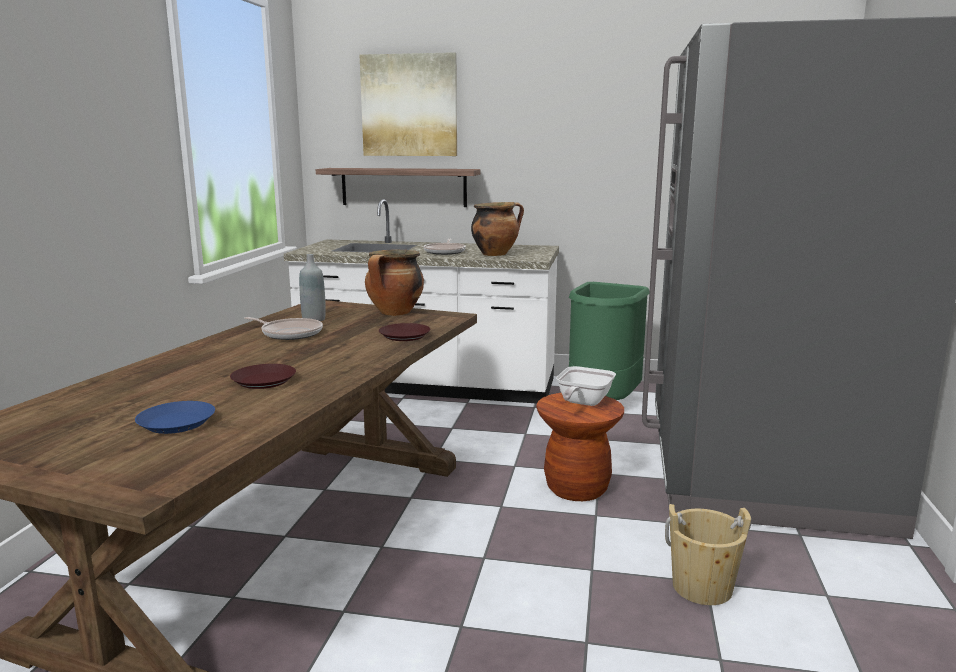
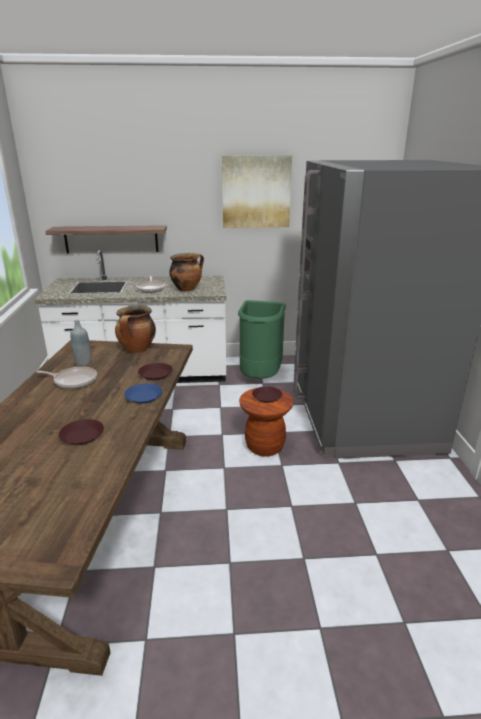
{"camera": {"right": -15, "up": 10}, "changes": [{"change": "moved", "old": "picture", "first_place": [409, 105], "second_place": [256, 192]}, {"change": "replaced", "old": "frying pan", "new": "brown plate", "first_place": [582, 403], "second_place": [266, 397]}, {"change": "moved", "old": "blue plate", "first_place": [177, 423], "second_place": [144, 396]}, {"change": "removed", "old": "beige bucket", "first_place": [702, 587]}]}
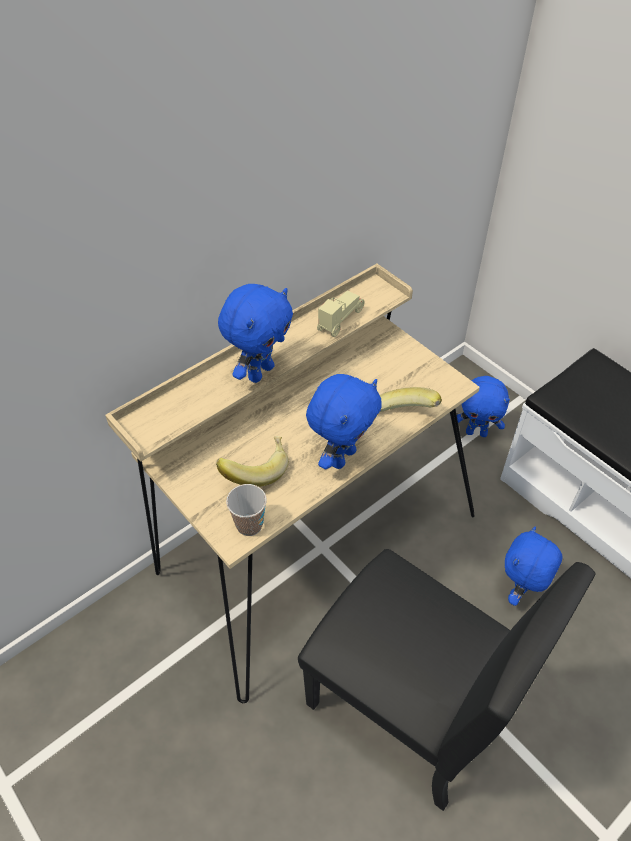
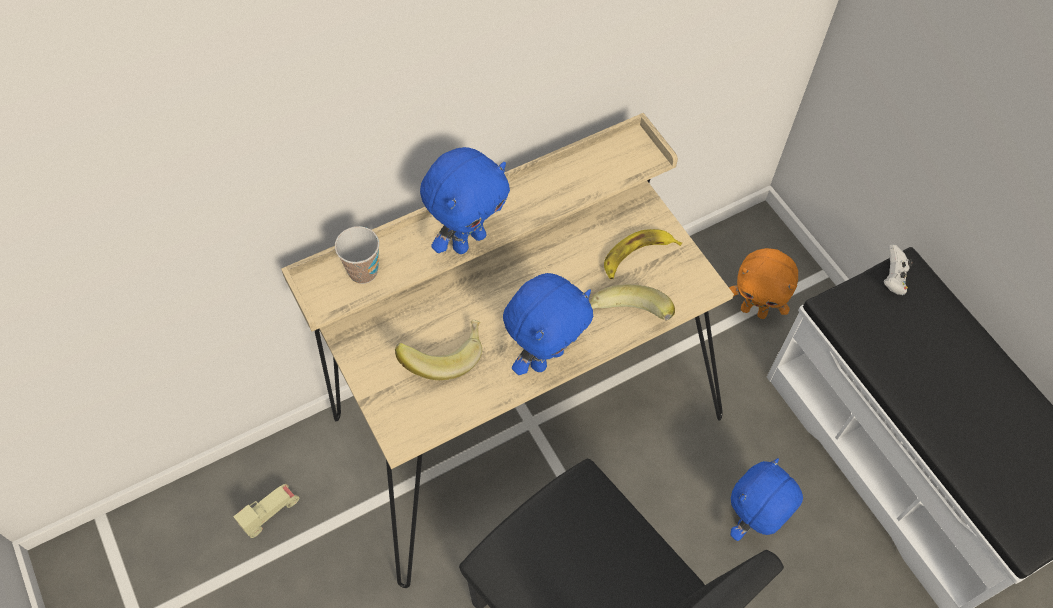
{"camera": {"right": 10, "up": 10}, "changes": [{"change": "moved", "old": "beige toy car", "first_place": [340, 320], "second_place": [270, 512]}, {"change": "recoloured", "old": "blue plush toy", "new": "orange plush toy", "first_place": [476, 432], "second_place": [754, 310]}, {"change": "moved", "old": "cup", "first_place": [249, 525], "second_place": [363, 271]}, {"change": "added", "new": "banana", "second_place": [637, 256]}, {"change": "added", "new": "white game controller", "second_place": [892, 279]}]}
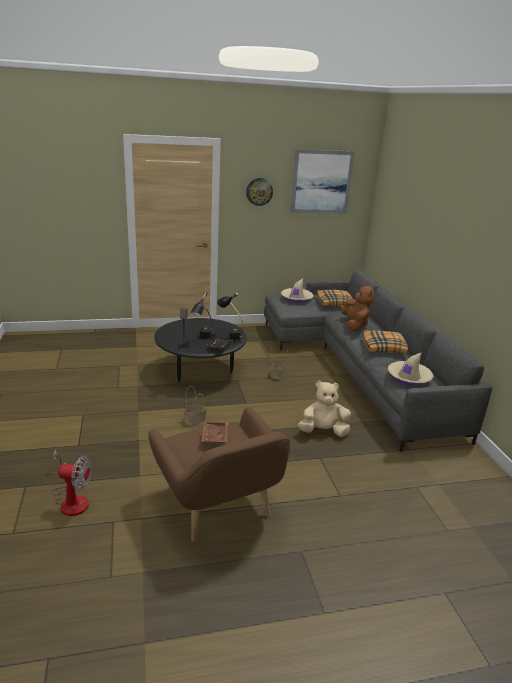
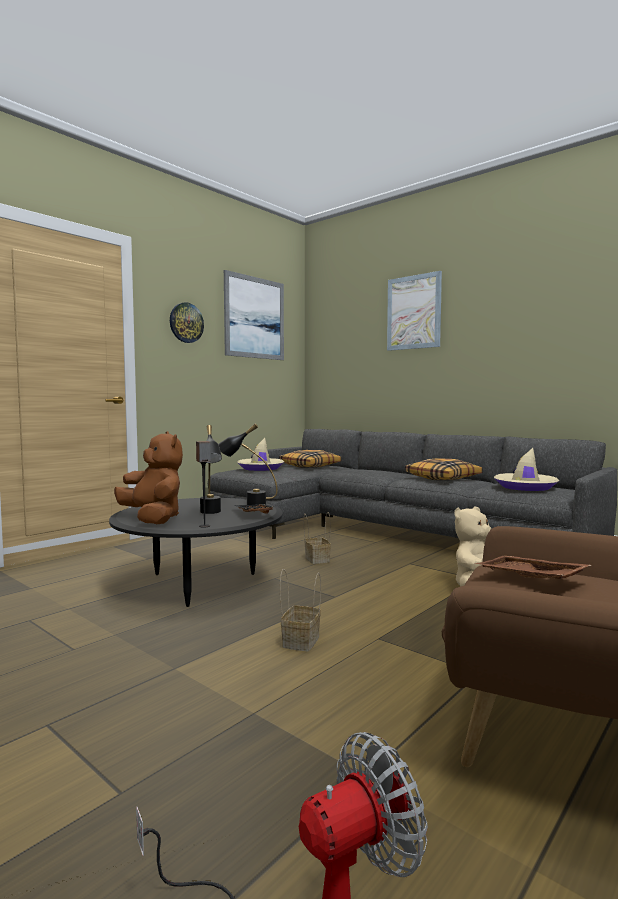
{"camera": {"right": -35, "up": -20}, "changes": [{"change": "moved", "old": "brown plush toy", "first_place": [354, 325], "second_place": [153, 519]}, {"change": "added", "new": "picture", "second_place": [414, 312]}]}
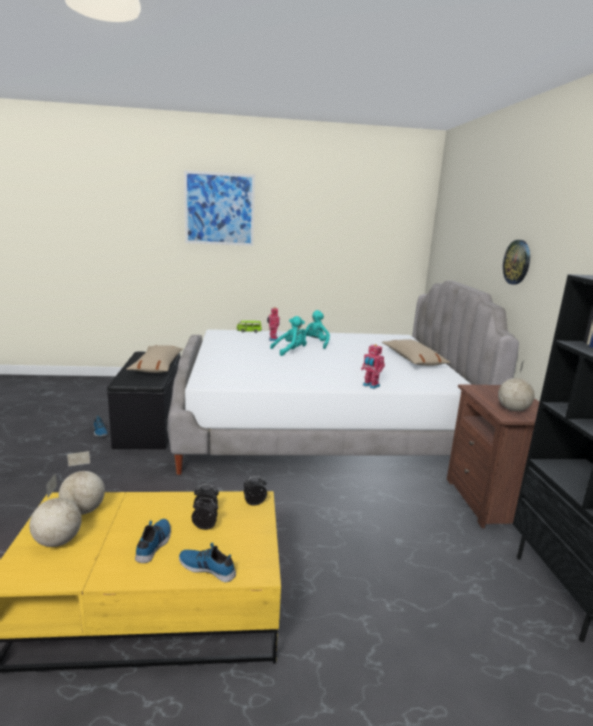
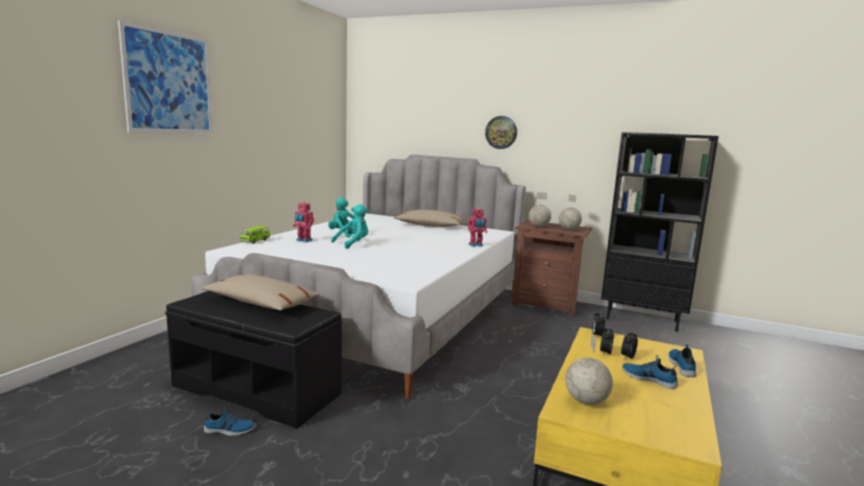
{"camera": {"right": -60, "up": -5}, "changes": [{"change": "turned", "old": "turquoise plush toy", "first_place": [289, 351], "second_place": [353, 244], "degrees": 45}, {"change": "moved", "old": "globe", "first_place": [57, 542], "second_place": [539, 226]}, {"change": "turned", "old": "shoe", "first_place": [207, 567], "second_place": [682, 366], "degrees": 135}]}
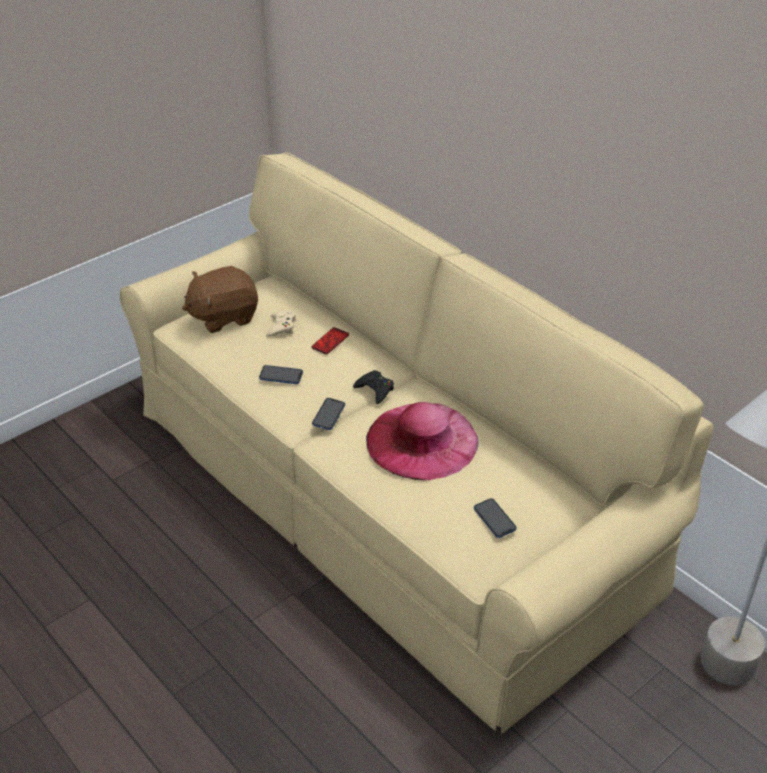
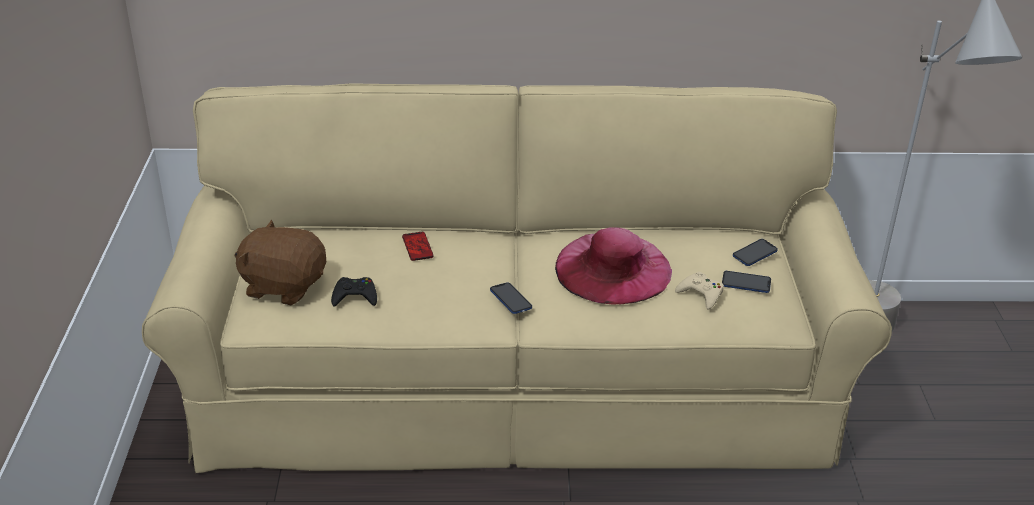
{"camera": {"right": -50, "up": -5}, "changes": [{"change": "turned", "old": "brown plush toy", "first_place": [223, 317], "second_place": [283, 286], "degrees": 90}, {"change": "moved", "old": "beige game controller", "first_place": [281, 327], "second_place": [701, 294]}, {"change": "moved", "old": "phone", "first_place": [281, 376], "second_place": [754, 253]}, {"change": "moved", "old": "black game controller", "first_place": [375, 390], "second_place": [355, 296]}]}
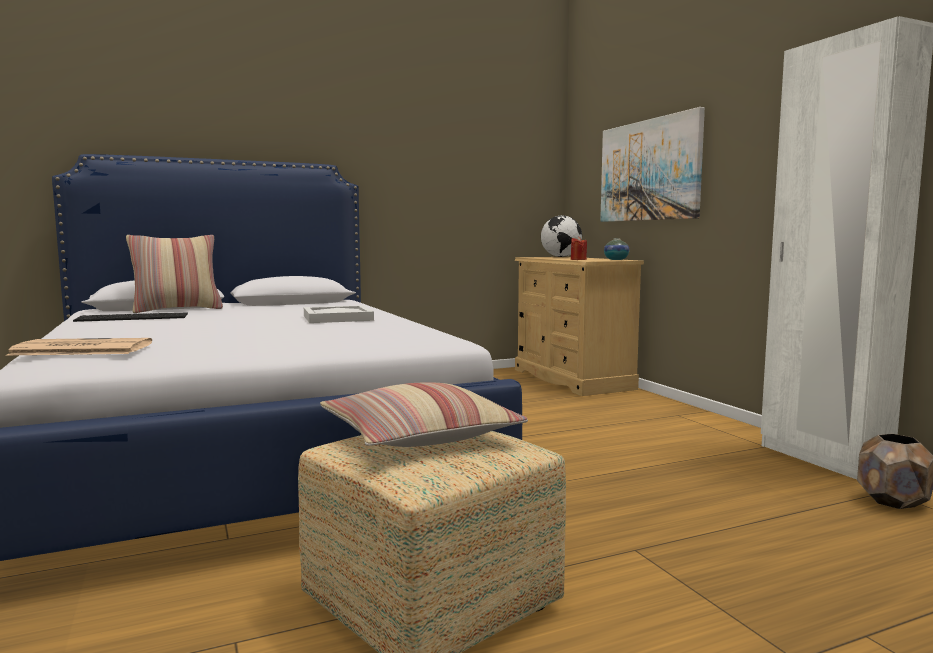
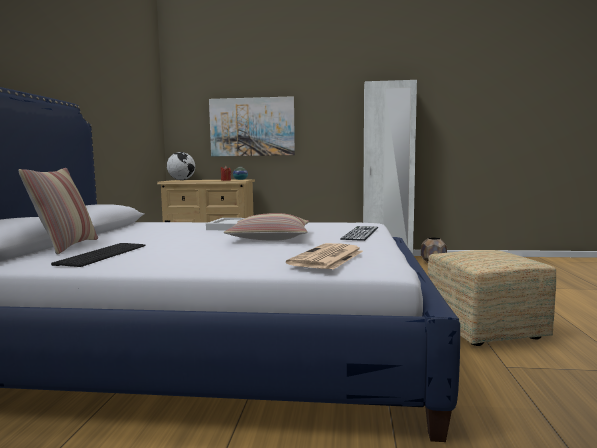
{"camera": {"right": -60, "up": 0}, "changes": [{"change": "moved", "old": "pillow", "first_place": [419, 435], "second_place": [270, 238]}, {"change": "added", "new": "keyboard", "second_place": [360, 233]}]}
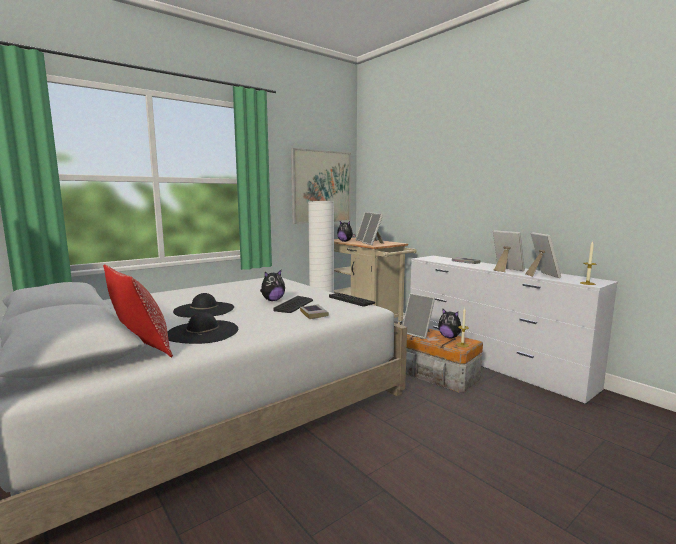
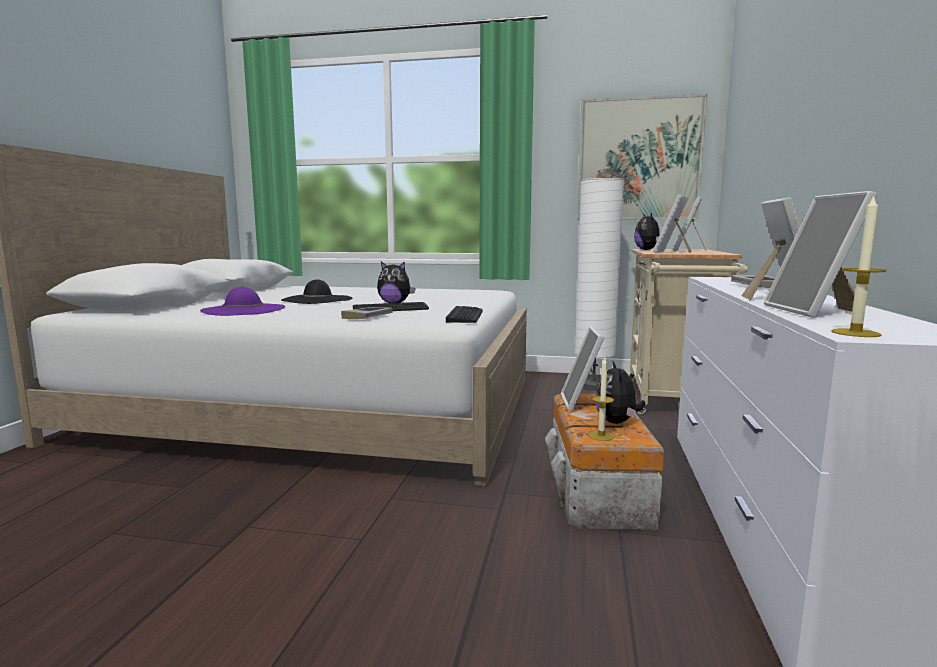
{"camera": {"right": 50, "up": 0}, "changes": [{"change": "turned", "old": "picture frame", "first_place": [541, 275], "second_place": [815, 311], "degrees": 135}, {"change": "removed", "old": "pillow", "first_place": [141, 348]}, {"change": "recoloured", "old": "black hat", "new": "purple hat", "first_place": [202, 332], "second_place": [243, 309]}]}
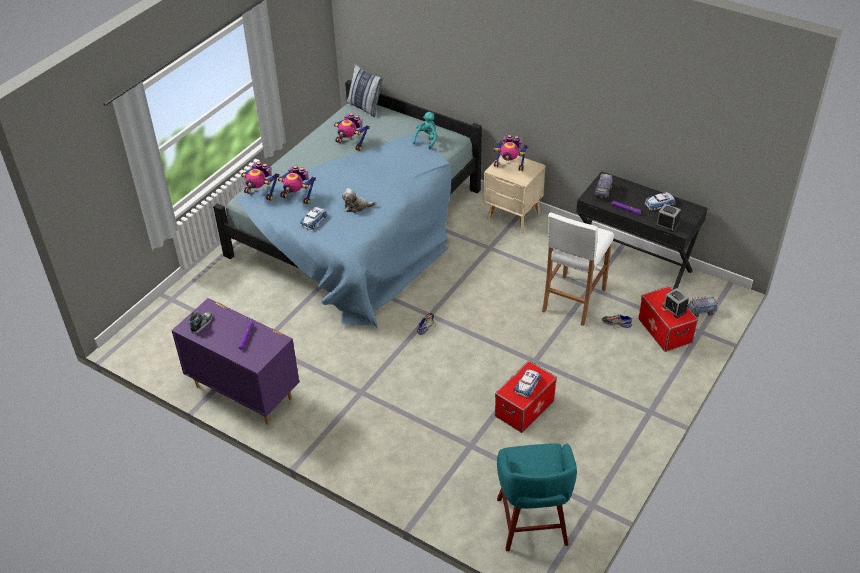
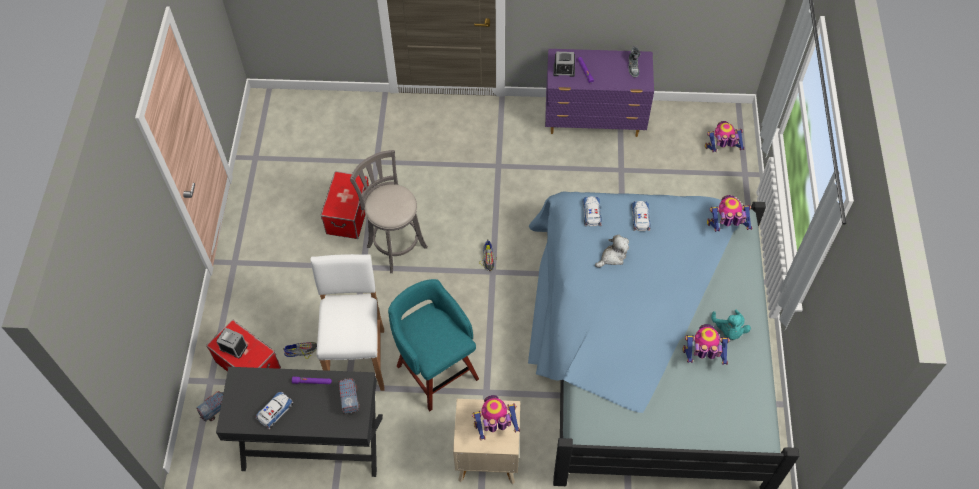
{"camera": {"right": 150, "up": 15}, "changes": [{"change": "removed", "old": "pillow", "first_place": [365, 107]}, {"change": "moved", "old": "turquoise plush toy", "first_place": [426, 140], "second_place": [729, 330]}, {"change": "moved", "old": "toy robot", "first_place": [297, 197], "second_place": [721, 150]}, {"change": "moved", "old": "alarm clock", "first_place": [667, 224], "second_place": [564, 70]}, {"change": "moved", "old": "toy car", "first_place": [527, 385], "second_place": [591, 213]}, {"change": "moved", "old": "turquoise stool", "first_place": [532, 524], "second_place": [436, 370]}, {"change": "added", "new": "grey stool", "second_place": [395, 245]}]}
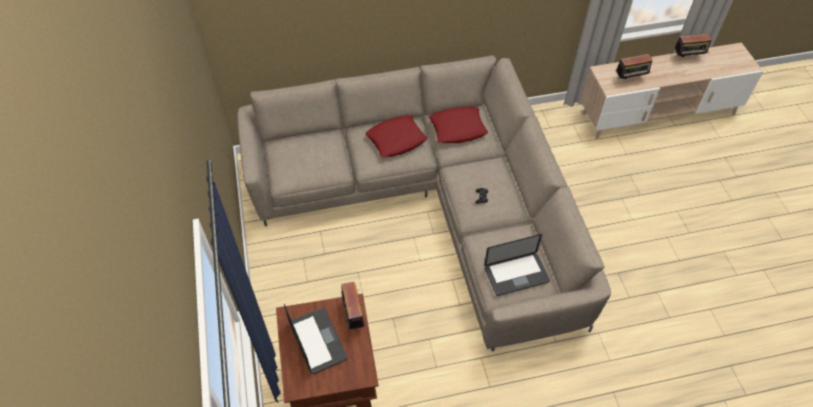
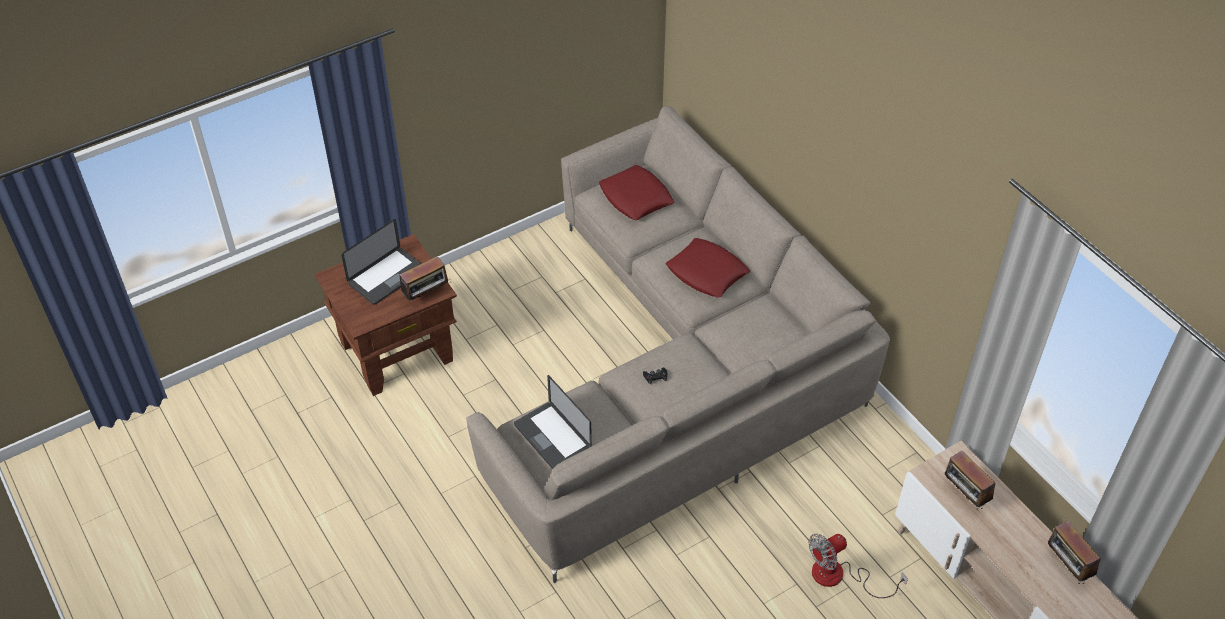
{"camera": {"right": 70, "up": -5}, "changes": [{"change": "moved", "old": "red pillow", "first_place": [458, 128], "second_place": [636, 198]}, {"change": "added", "new": "fan", "second_place": [839, 576]}]}
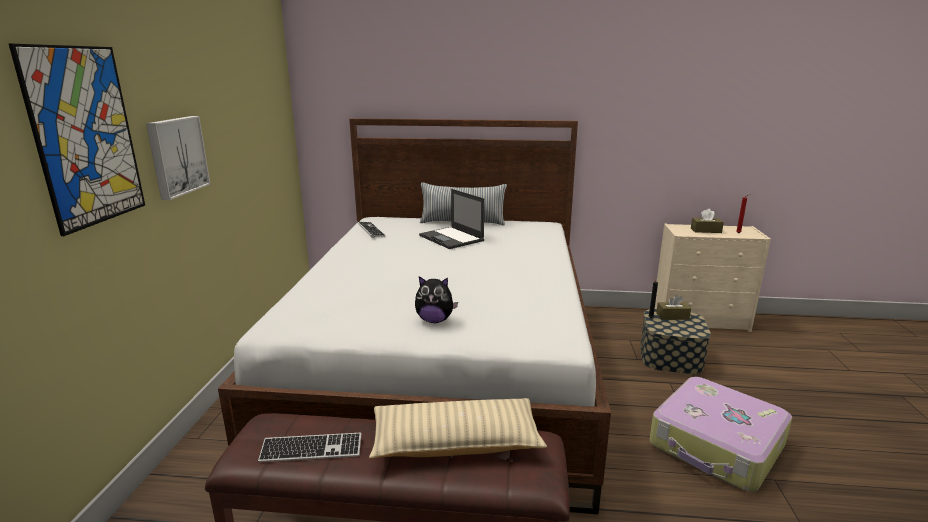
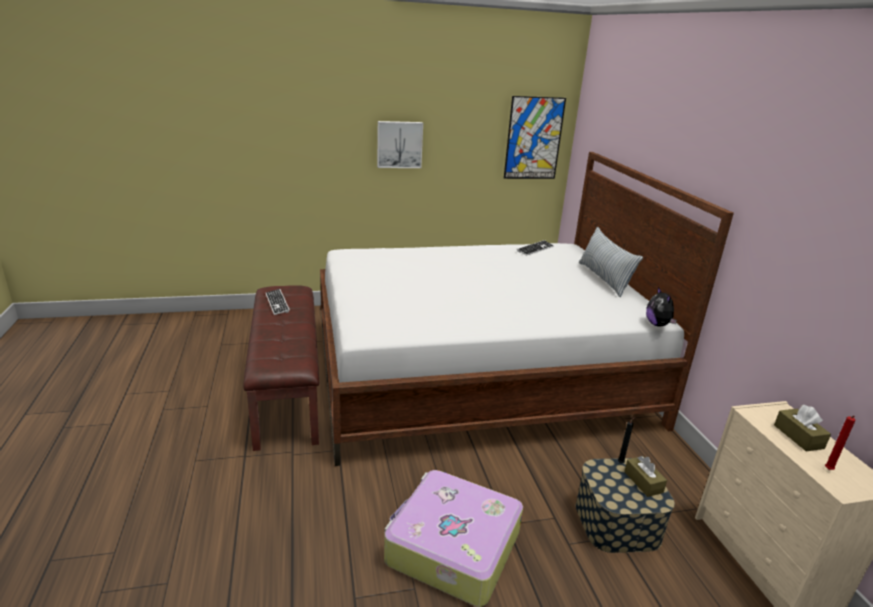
{"camera": {"right": 70, "up": 5}, "changes": [{"change": "moved", "old": "picture", "first_place": [86, 137], "second_place": [534, 138]}, {"change": "removed", "old": "laptop", "first_place": [452, 238]}, {"change": "moved", "old": "plush toy", "first_place": [435, 320], "second_place": [658, 324]}, {"change": "removed", "old": "beige pillow", "first_place": [455, 442]}]}
